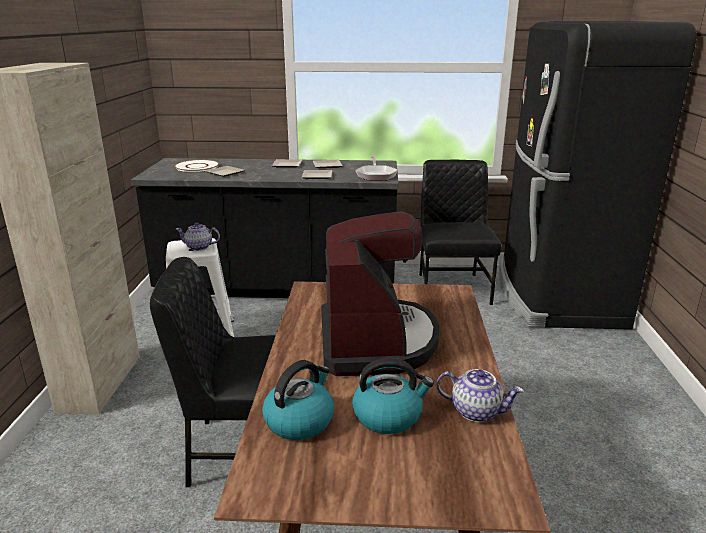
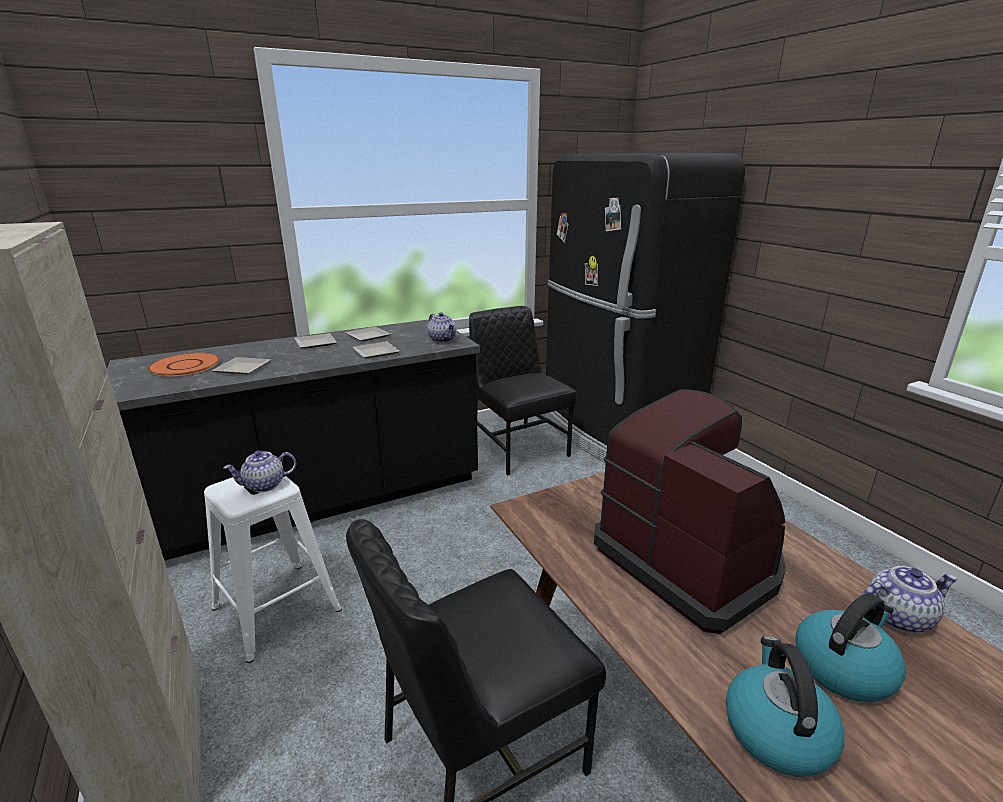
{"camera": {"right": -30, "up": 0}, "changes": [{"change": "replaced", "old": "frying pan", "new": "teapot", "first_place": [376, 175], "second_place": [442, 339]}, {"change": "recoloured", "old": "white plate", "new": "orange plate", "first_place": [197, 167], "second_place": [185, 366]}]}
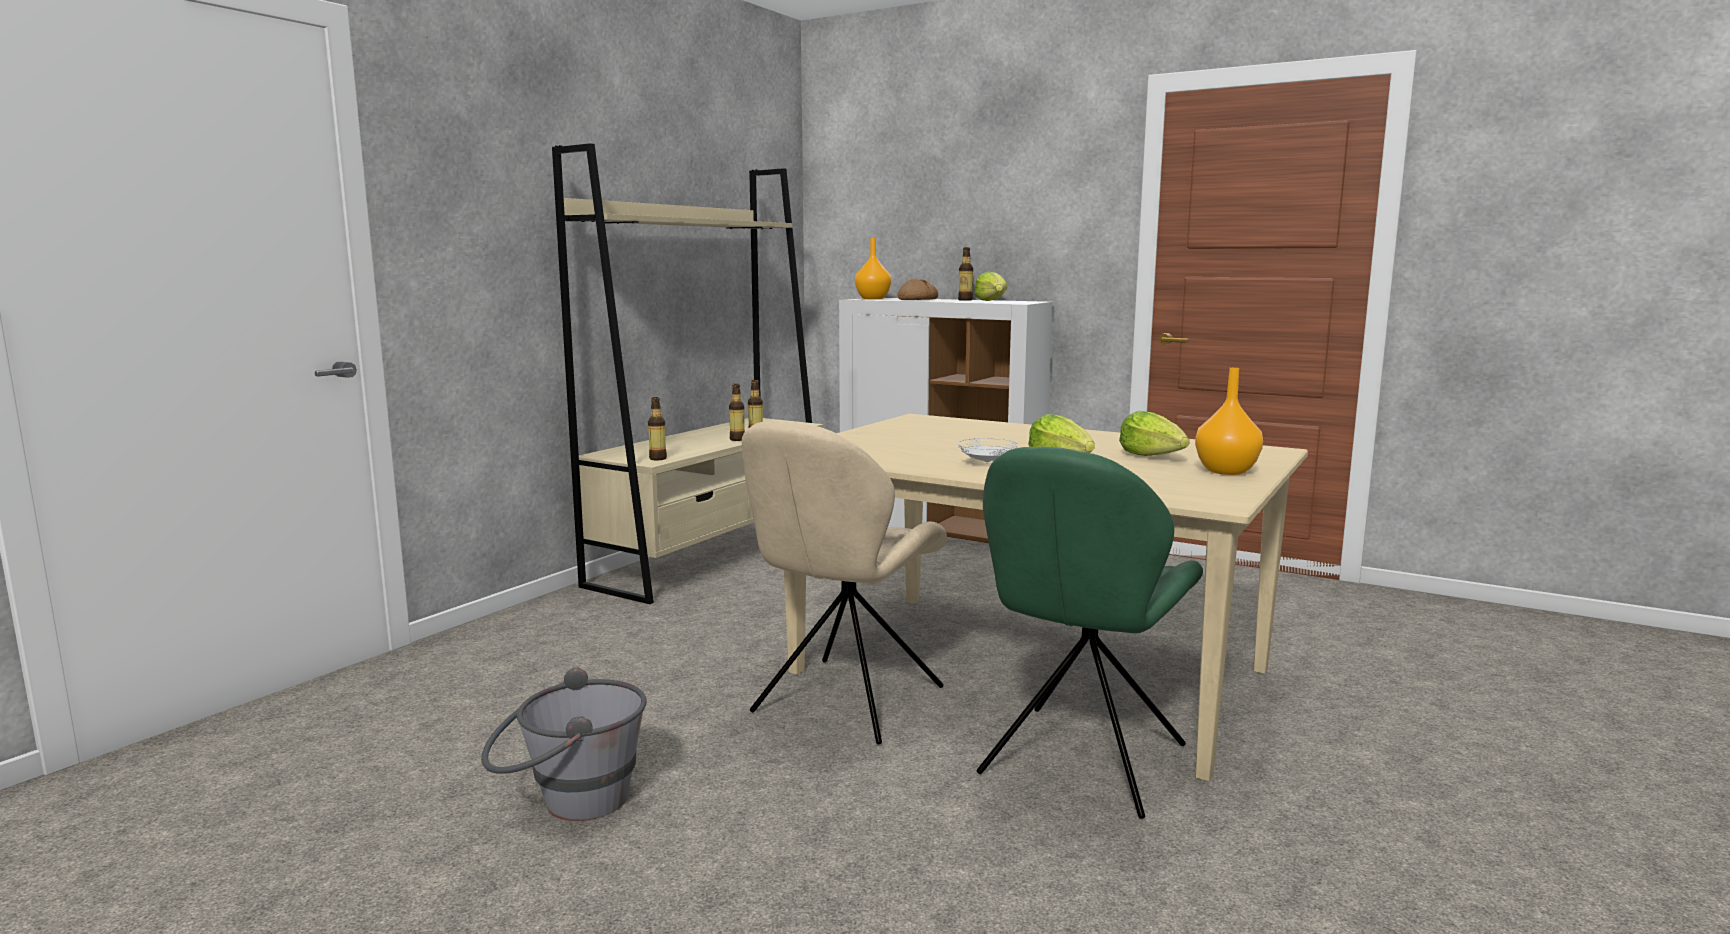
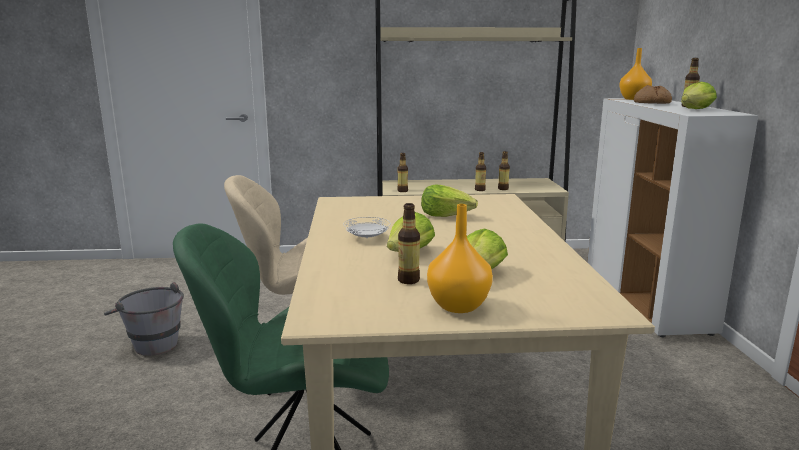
{"camera": {"right": 55, "up": 5}, "changes": [{"change": "added", "new": "lettuce", "second_place": [446, 216]}, {"change": "added", "new": "bottle", "second_place": [408, 280]}]}
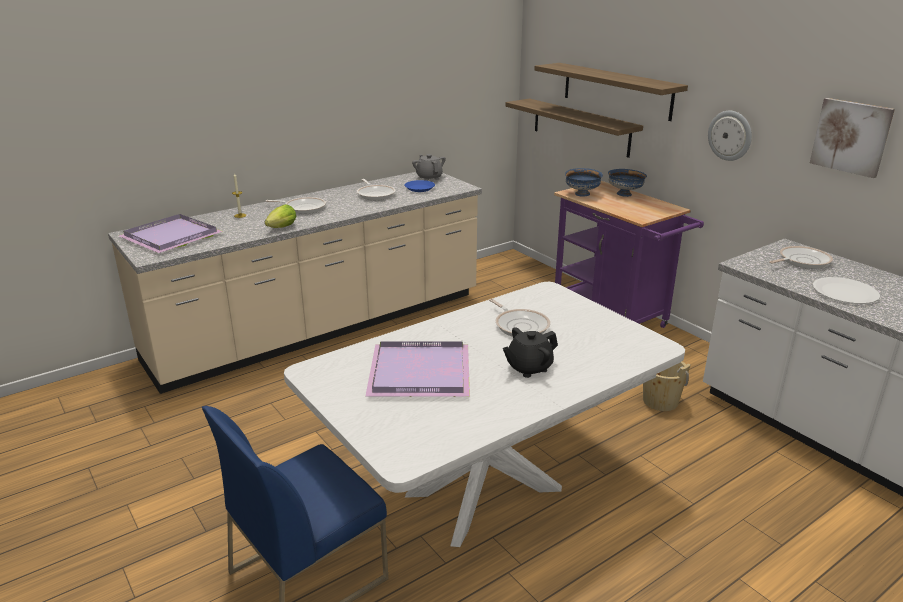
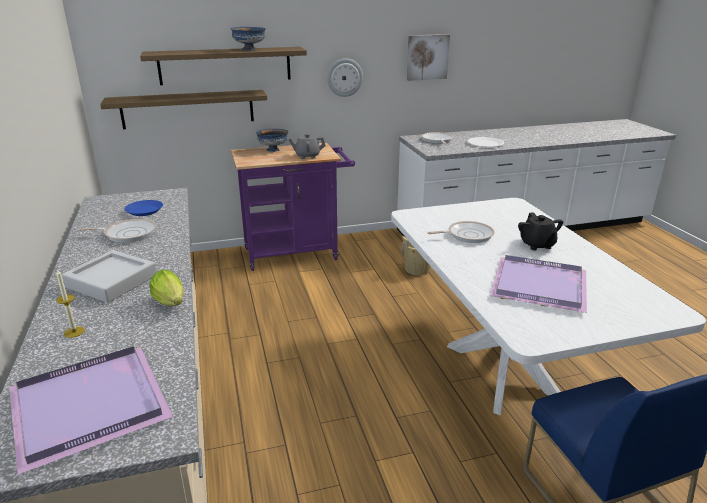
{"camera": {"right": -70, "up": 0}, "changes": [{"change": "moved", "old": "grey teapot", "first_place": [429, 178], "second_place": [307, 156]}, {"change": "moved", "old": "blue bowl", "first_place": [582, 194], "second_place": [249, 49]}, {"change": "replaced", "old": "frying pan", "new": "grey tray", "first_place": [303, 208], "second_place": [112, 281]}]}
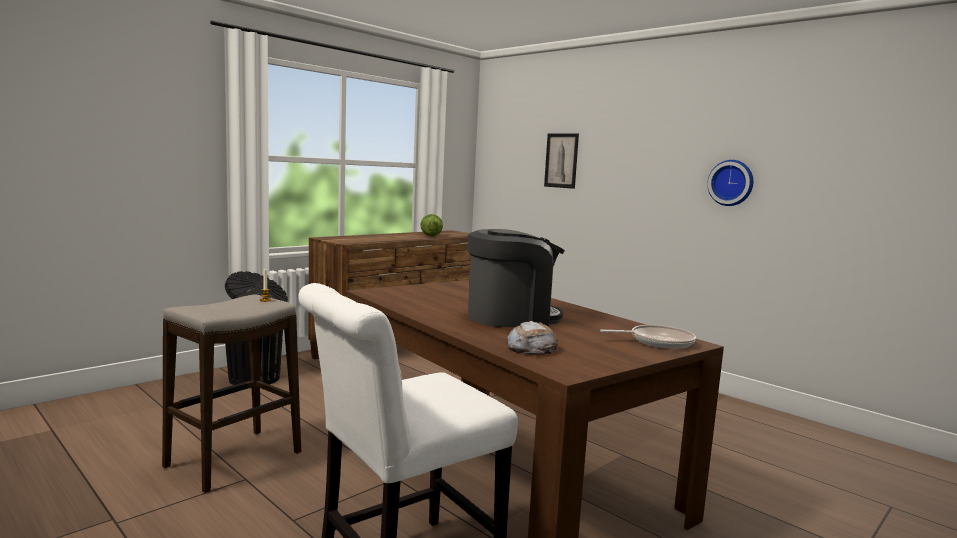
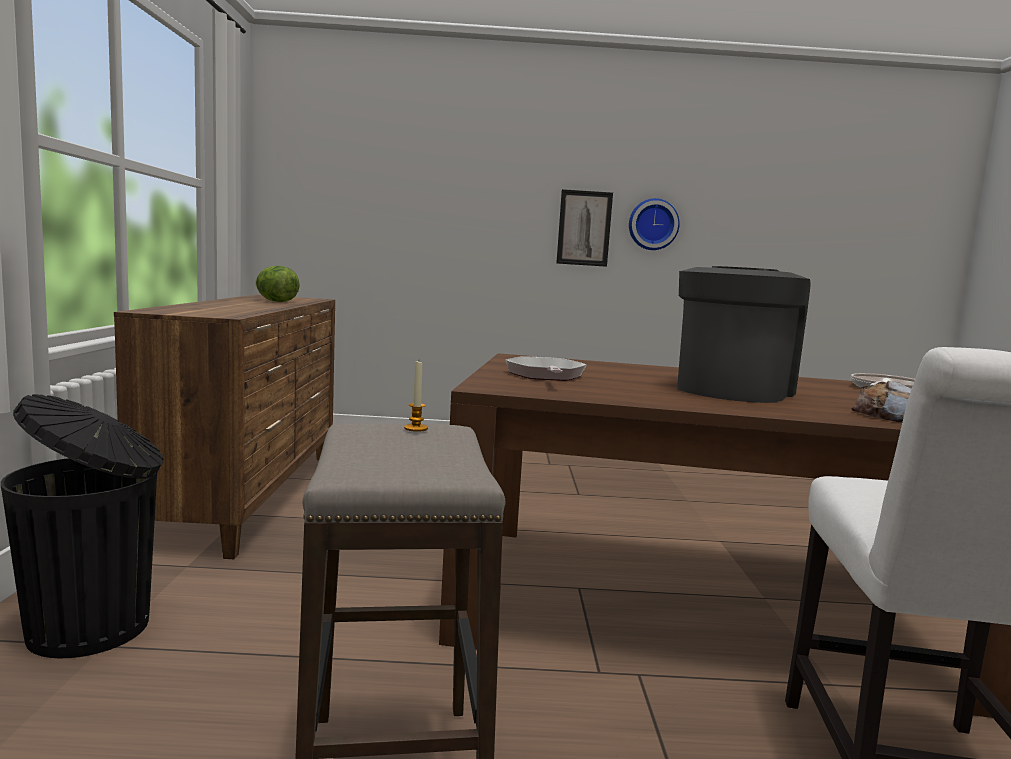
{"camera": {"right": -45, "up": 0}, "changes": [{"change": "moved", "old": "picture", "first_place": [561, 160], "second_place": [584, 228]}, {"change": "added", "new": "frying pan", "second_place": [545, 376]}]}
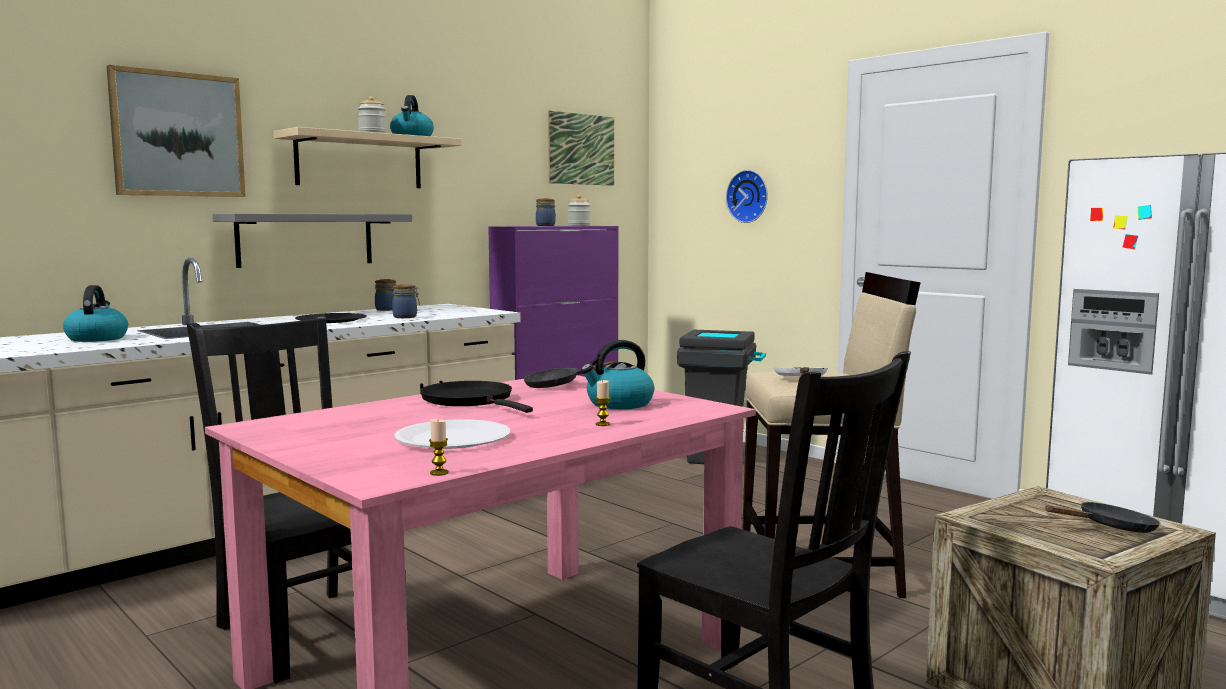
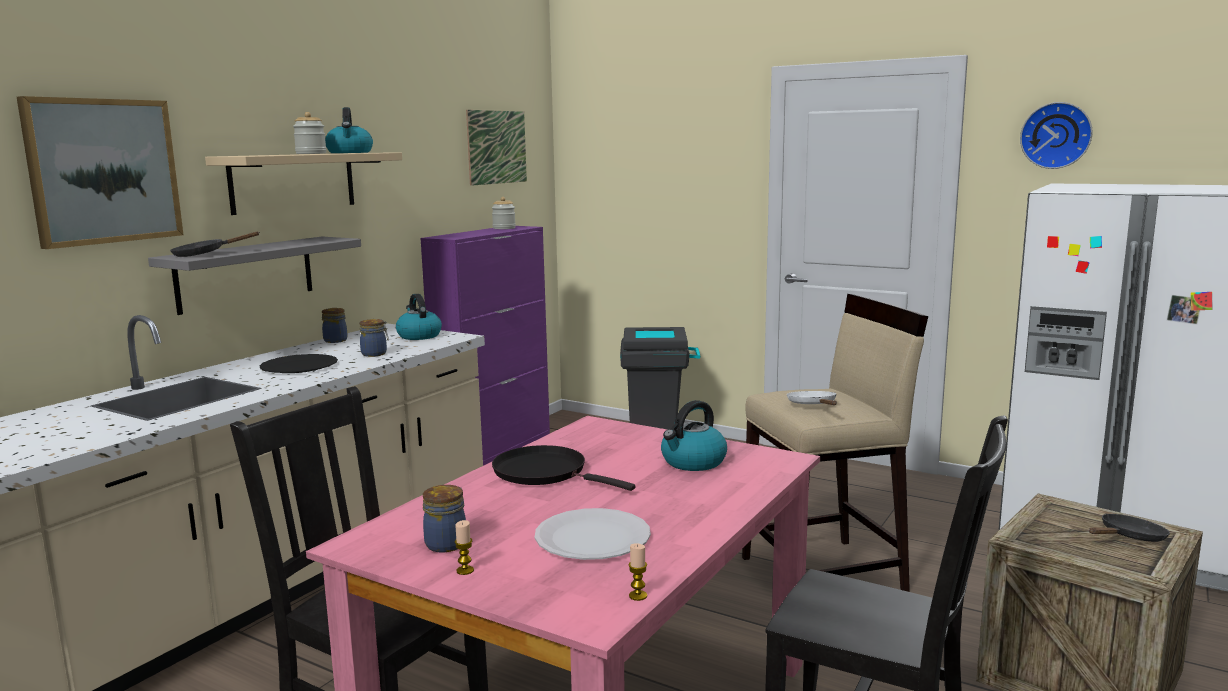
{"camera": {"right": -15, "up": 5}, "changes": [{"change": "moved", "old": "wall clock", "first_place": [749, 196], "second_place": [1056, 135]}, {"change": "moved", "old": "jar", "first_place": [546, 225], "second_place": [447, 543]}, {"change": "moved", "old": "kettle", "first_place": [97, 338], "second_place": [418, 336]}, {"change": "moved", "old": "black frying pan", "first_place": [557, 385], "second_place": [204, 254]}, {"change": "moved", "old": "candle", "first_place": [602, 424], "second_place": [465, 570]}]}
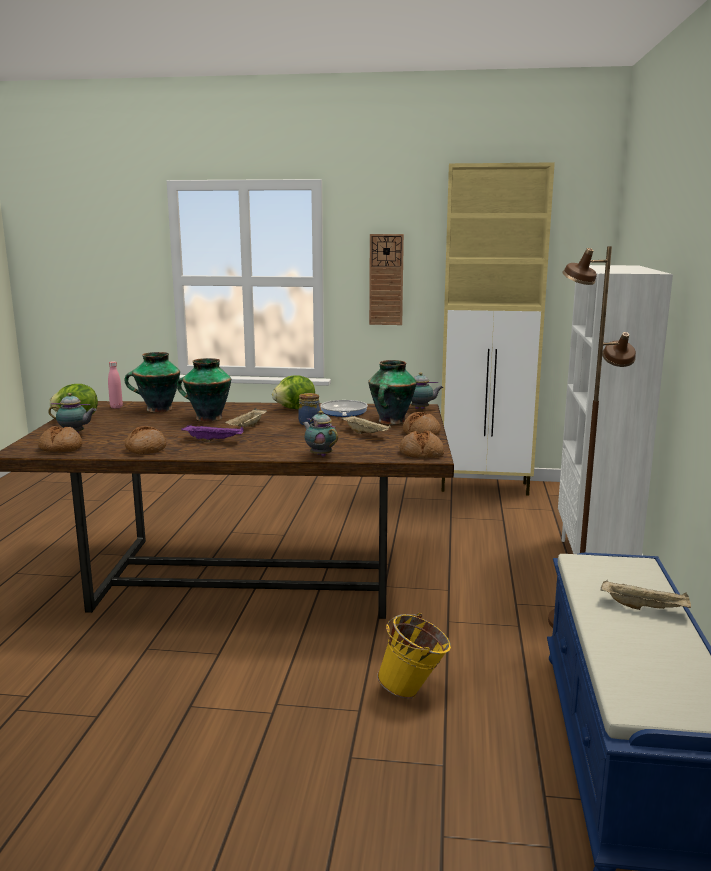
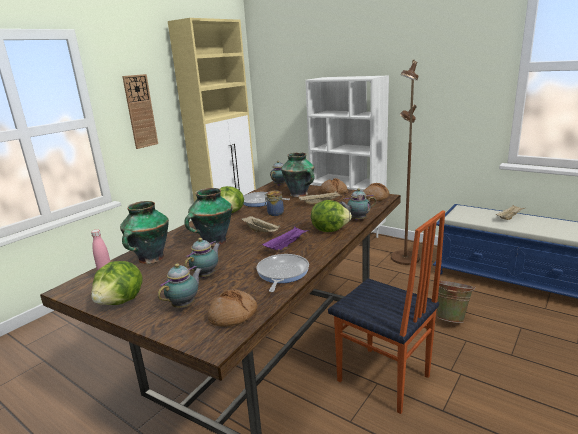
{"camera": {"right": -60, "up": 5}, "changes": [{"change": "replaced", "old": "bread", "new": "frying pan", "first_place": [146, 449], "second_place": [282, 273]}, {"change": "recoloured", "old": "yellow bucket", "new": "green bucket", "first_place": [414, 691], "second_place": [451, 318]}, {"change": "added", "new": "lettuce", "second_place": [329, 229]}, {"change": "added", "new": "chair", "second_place": [383, 380]}, {"change": "added", "new": "teapot", "second_place": [206, 275]}]}
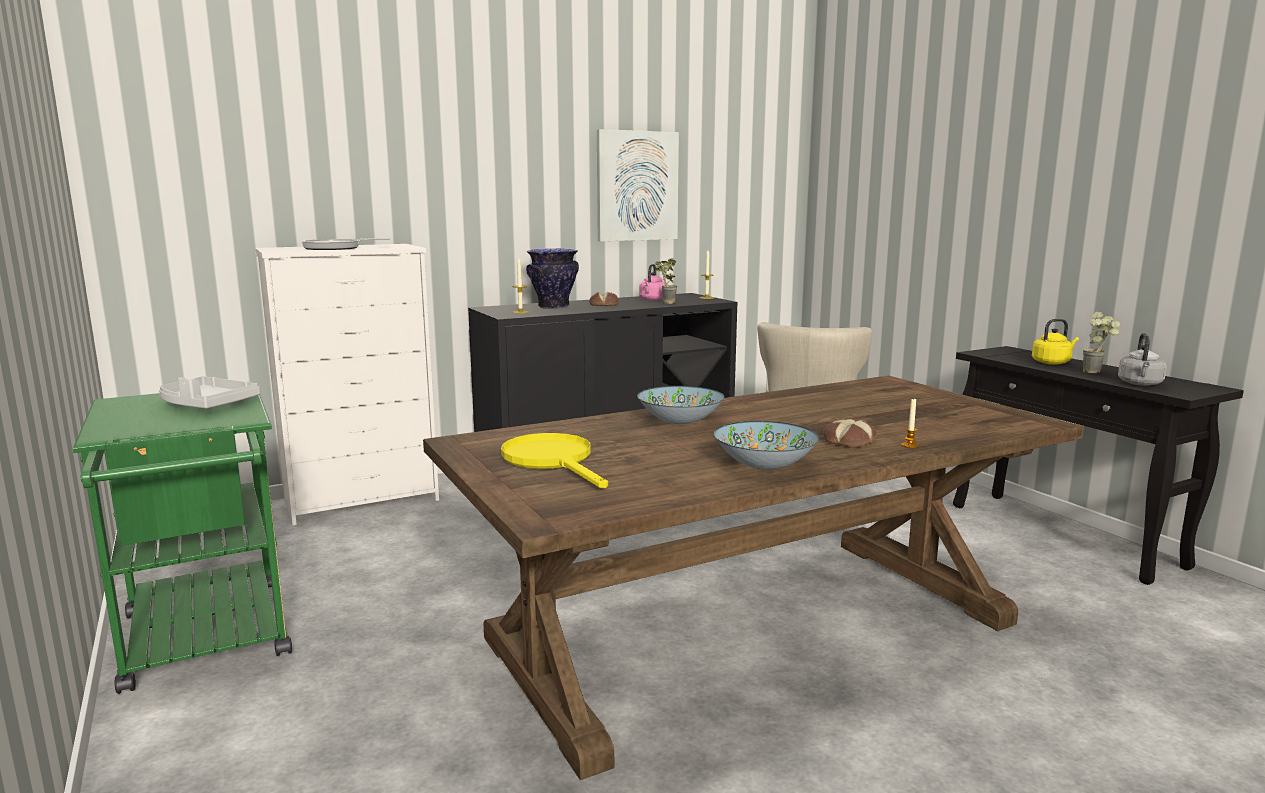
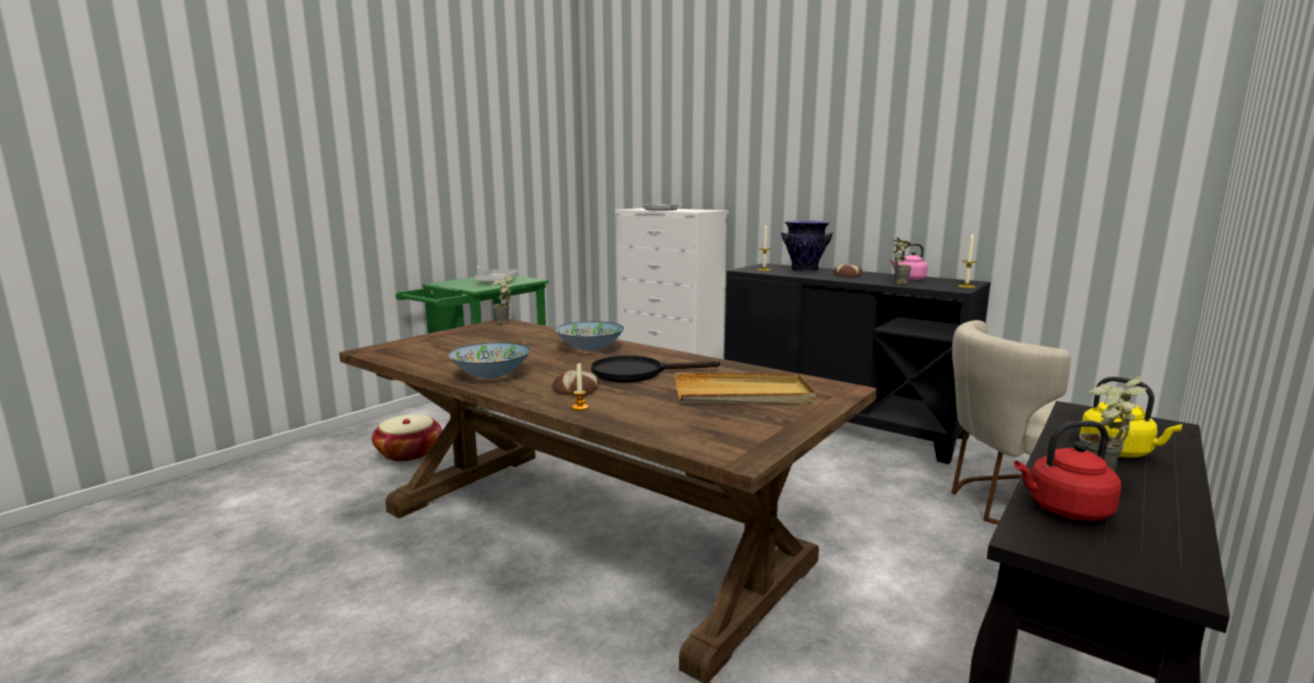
{"camera": {"right": 65, "up": 0}, "changes": [{"change": "removed", "old": "picture", "first_place": [637, 186]}, {"change": "recoloured", "old": "grey kettle", "new": "red kettle", "first_place": [1140, 384], "second_place": [1064, 510]}, {"change": "removed", "old": "yellow frying pan", "first_place": [553, 461]}, {"change": "added", "new": "potted plant", "second_place": [505, 323]}, {"change": "added", "new": "black frying pan", "second_place": [637, 373]}, {"change": "added", "new": "beige tray", "second_place": [743, 394]}, {"change": "added", "new": "basket", "second_place": [409, 453]}]}
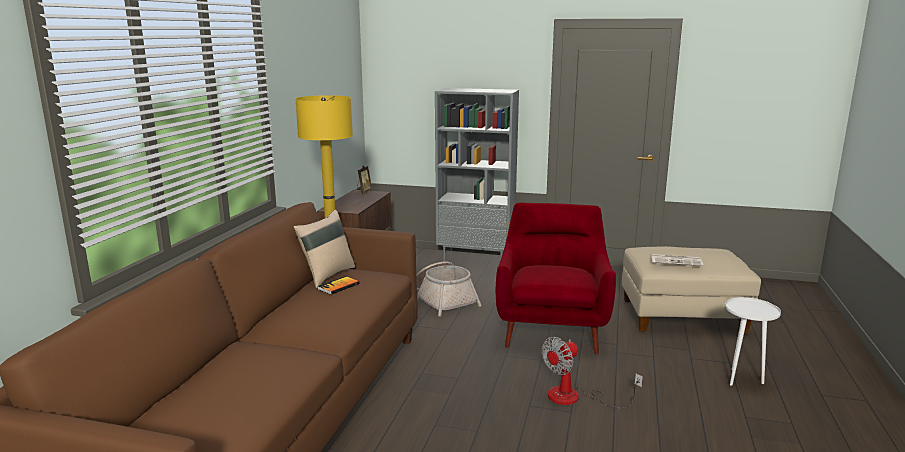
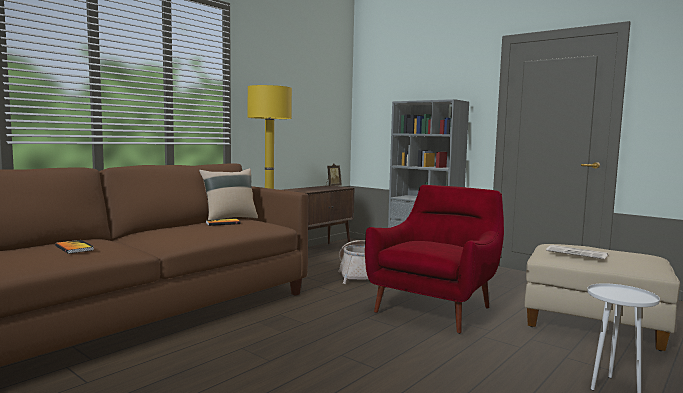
{"camera": {"right": 25, "up": -10}, "changes": [{"change": "removed", "old": "fan", "first_place": [575, 397]}, {"change": "added", "new": "book", "second_place": [74, 248]}]}
